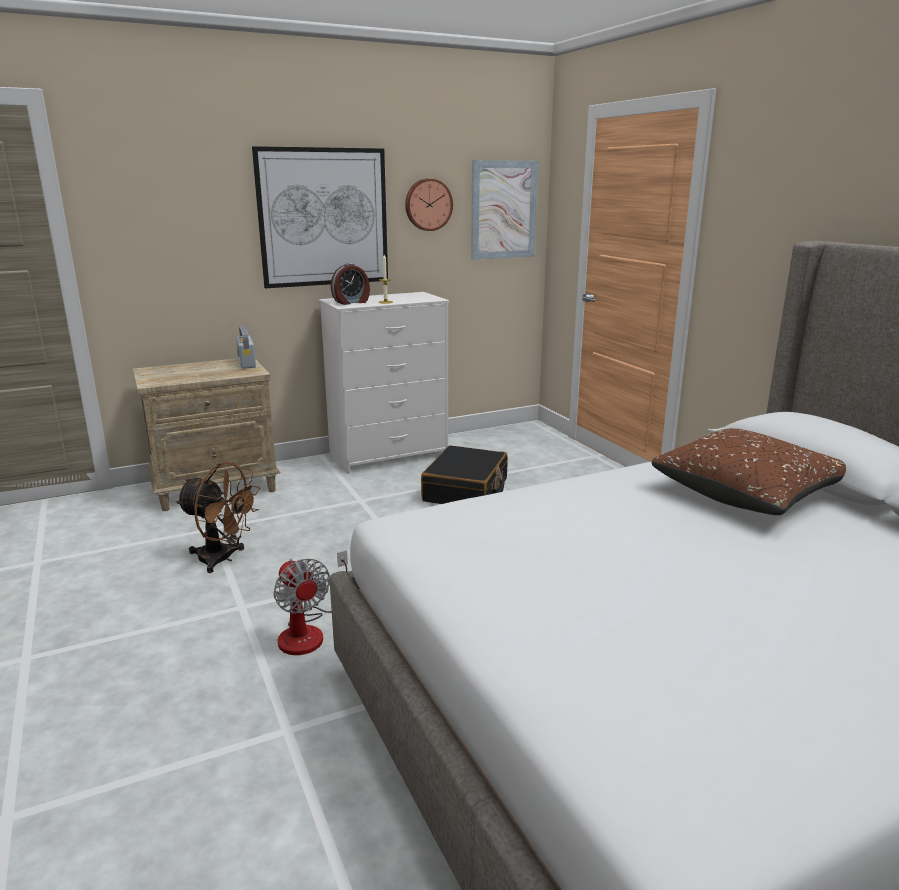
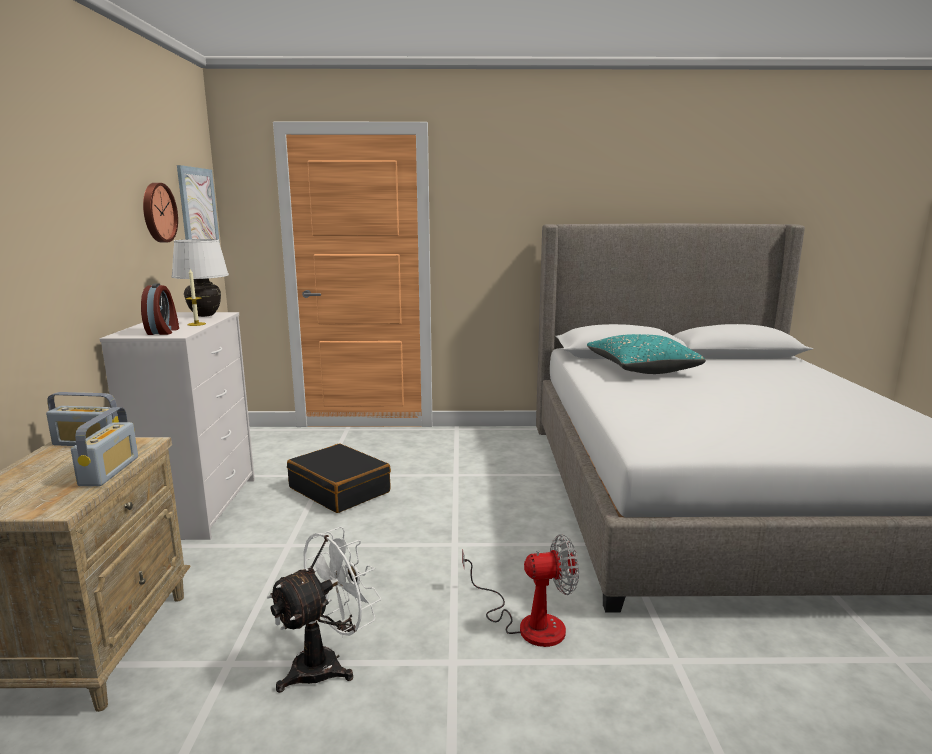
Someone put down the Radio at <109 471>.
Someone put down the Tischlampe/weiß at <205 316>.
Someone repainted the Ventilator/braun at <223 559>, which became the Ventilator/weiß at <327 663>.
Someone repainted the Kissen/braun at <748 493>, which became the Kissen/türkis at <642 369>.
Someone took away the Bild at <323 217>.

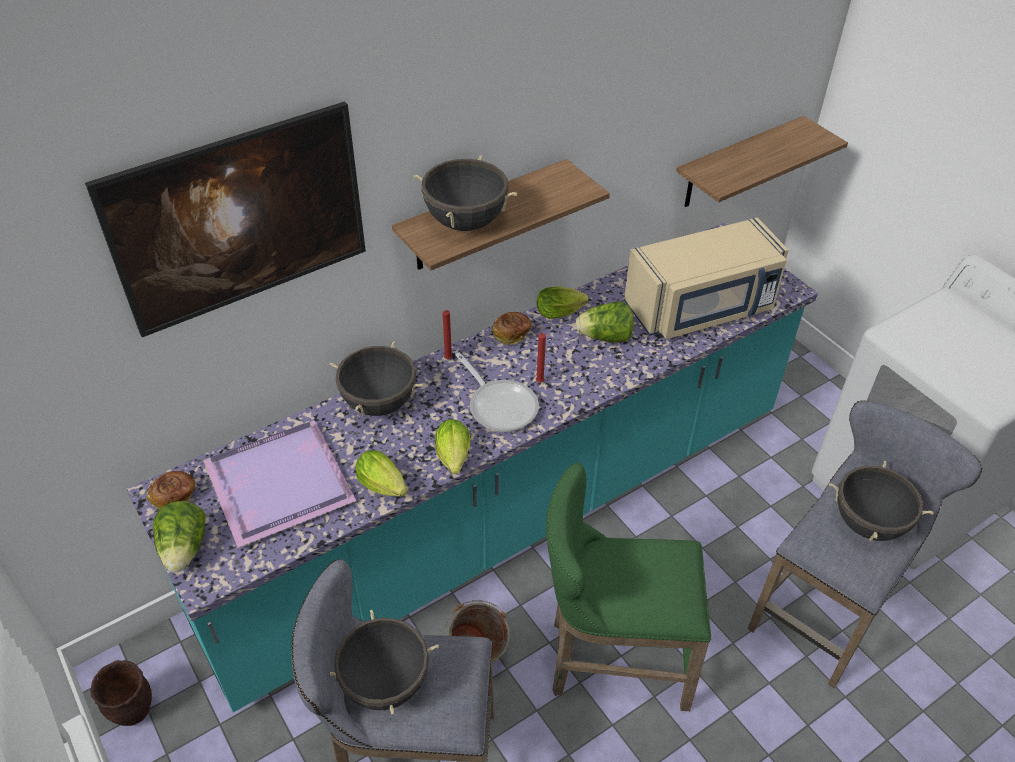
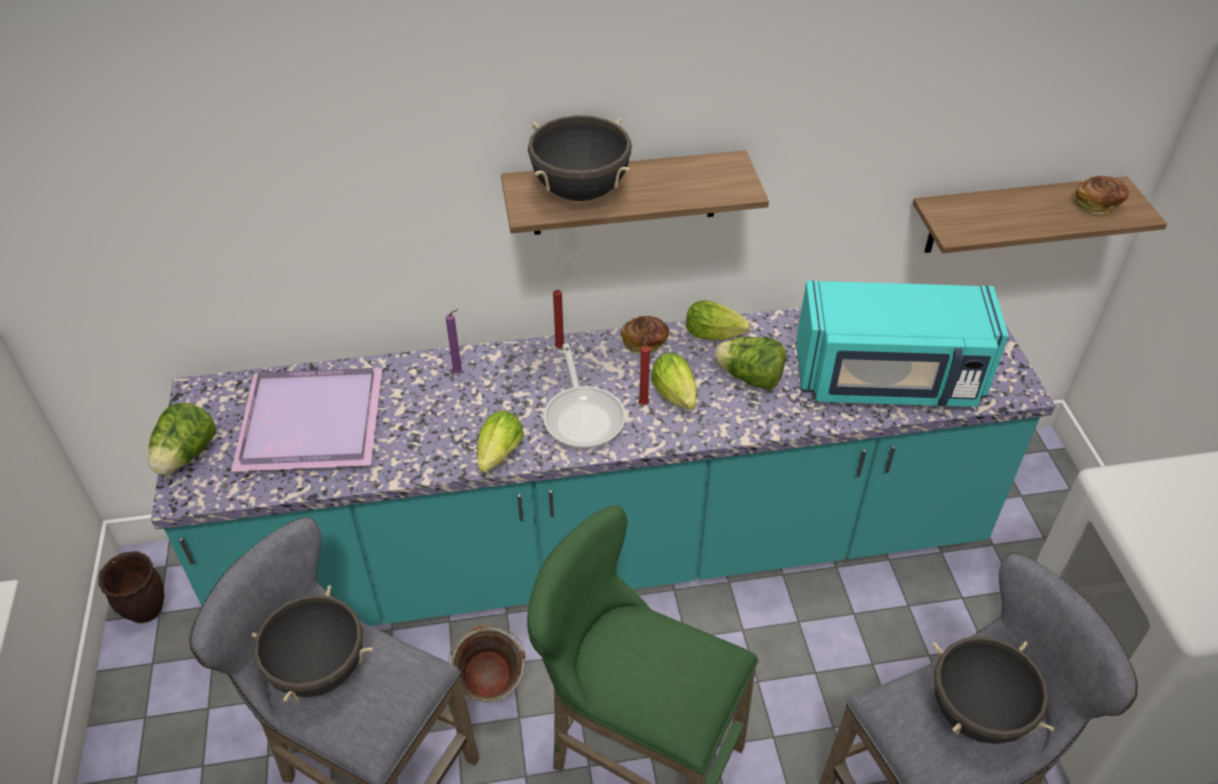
Someone swapped the Kochtopf/schwarz at <379 403> for the Kerze/lila at <459 372>.
Someone carried the Salatkopf from <384 487> to <676 397>.
Someone repainted the Mikrowelle/beige at <701 308>, which became the Mikrowelle/türkis at <889 380>.
Someone carried the Brot from <175 497> to <1097 204>.
Someone took away the Bild at <248 255>.

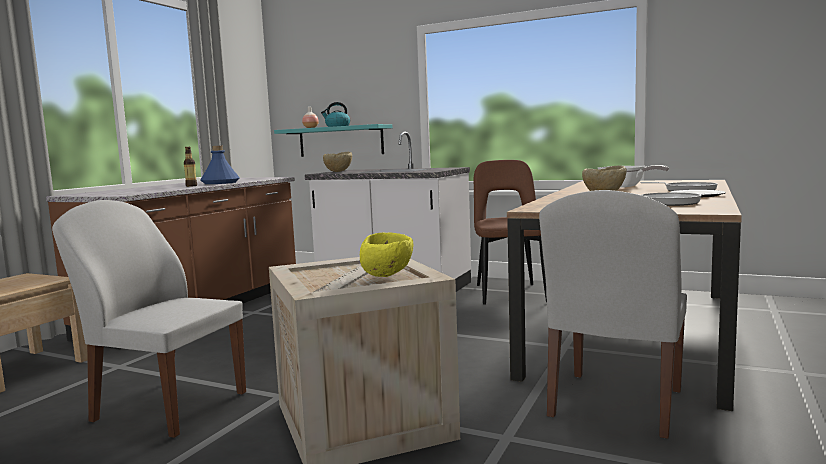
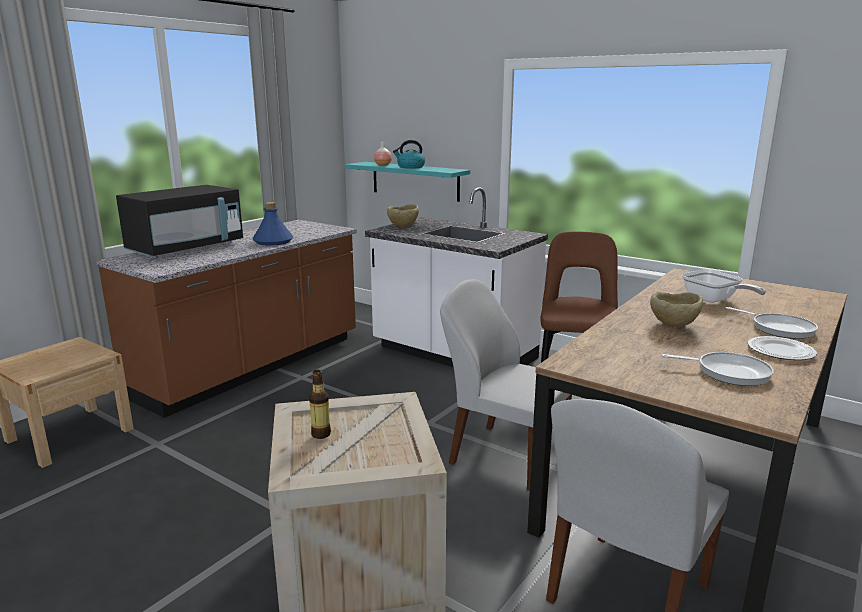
Someone put down the Mikrowelle/schwarz at <186 248>.
Someone carried the Flasche from <191 186> to <321 434>.
Someone carried the Stuhl/weiß from <167 406> to <505 455>.
Someone took away the Schüssel/gelb at <387 275>.

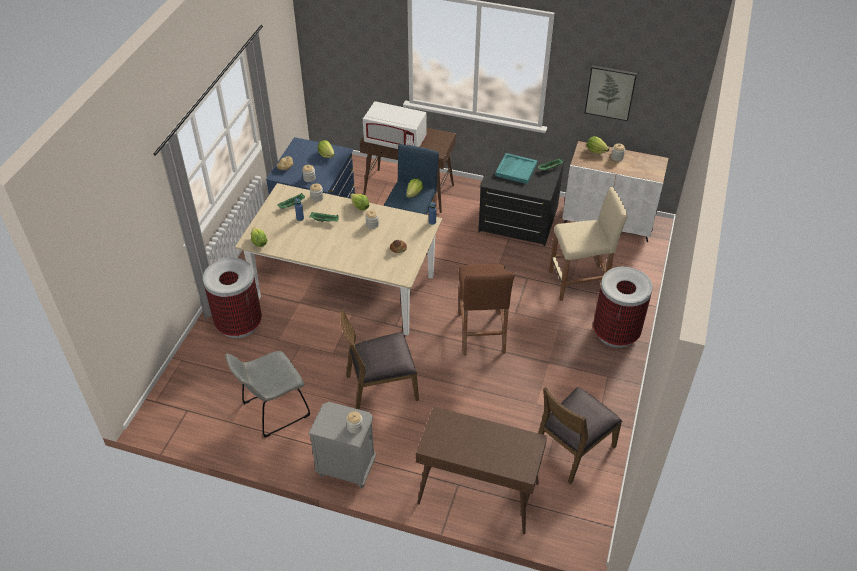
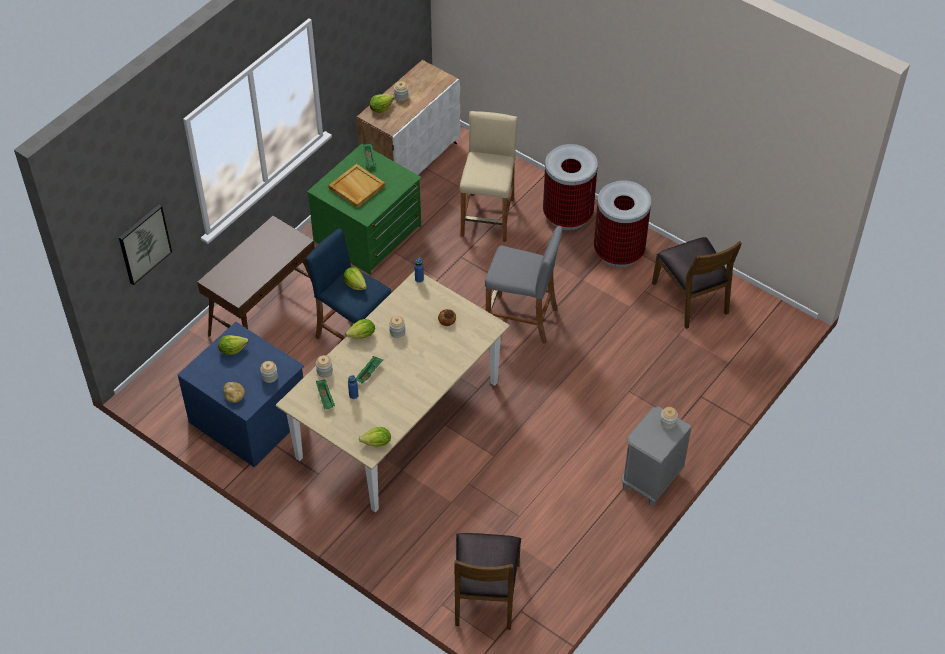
Someone carried the Bild from <610 92> to <144 243>.
Someone repainted the Kommode/schwarz at <518 220>, which became the Kommode/grün at <368 234>.
Someone repainted the Tablett/türkis at <516 169>, which became the Tablett/beige at <356 187>.
Someone carried the Stuhl/braun from <381 386> to <485 594>.
Someone repainted the Hocker/braun at <481 333>, which became the Hocker/grau at <521 319>.
Someone carried the Mülleimer from <239 324> to <619 252>.
Someone took away the Stuhl/grau at <273 411>.
Someone took away the Mikrowelle/weiß at <395 141>.
Someone took away the Konsolentisch/braun at <477 494>.

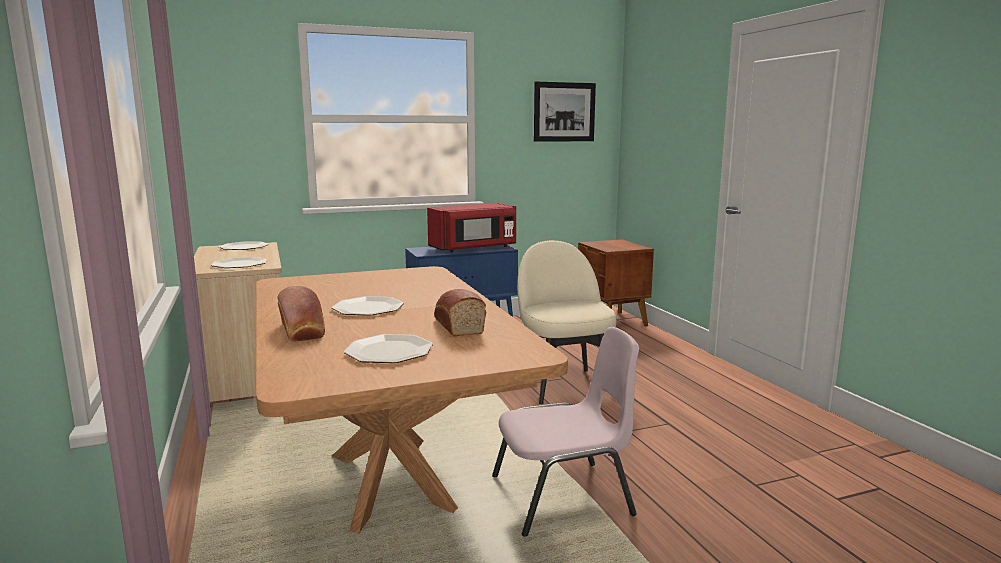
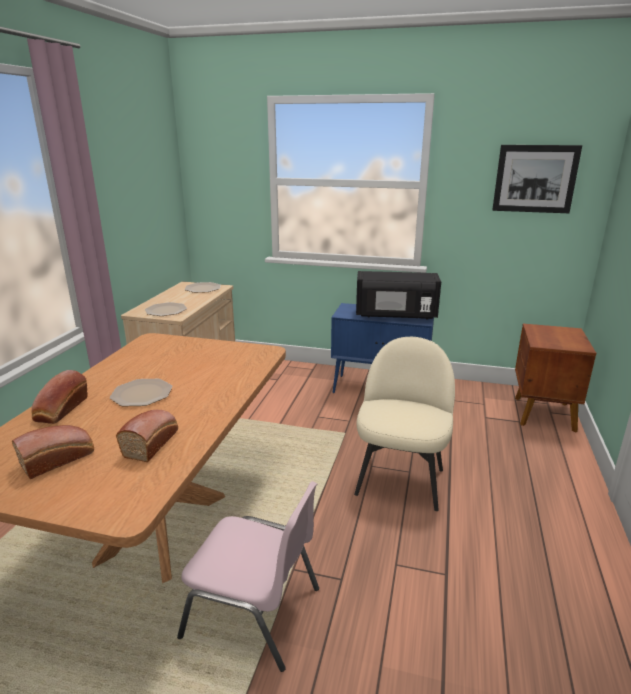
Someone swapped the Teller at <390 351> for the Brot at <59 459>.
Someone repainted the Mikrowelle/rot at <474 248>, which became the Mikrowelle/schwarz at <395 315>.

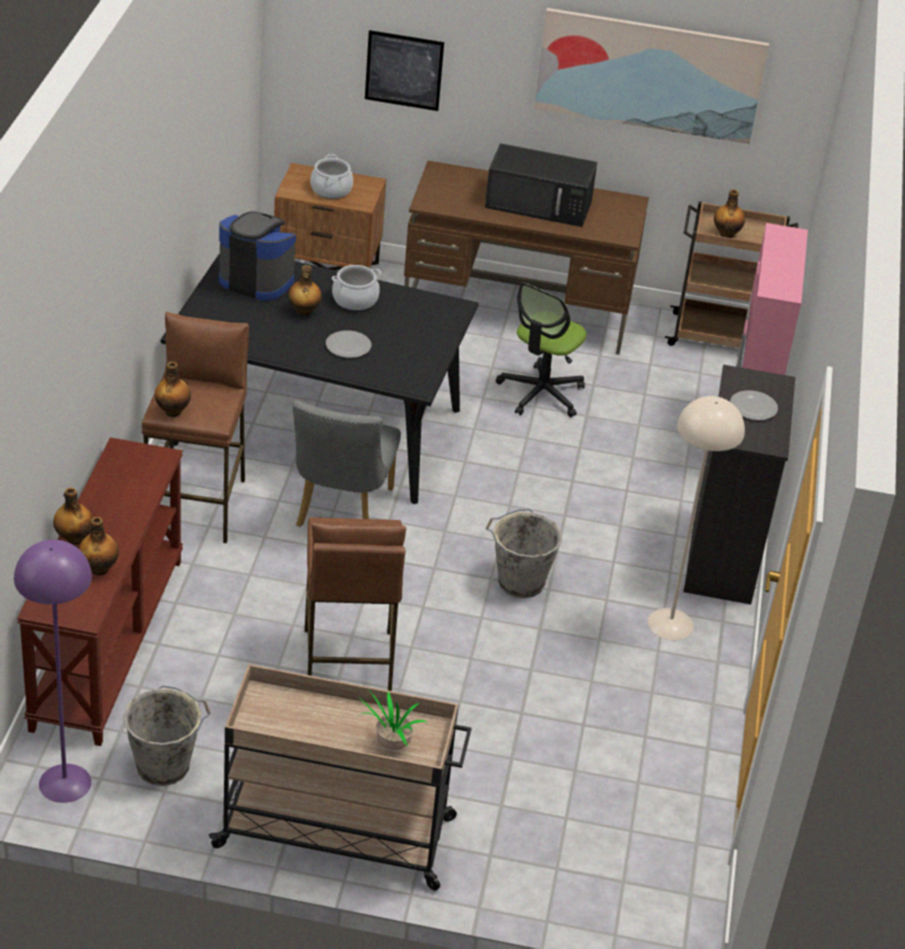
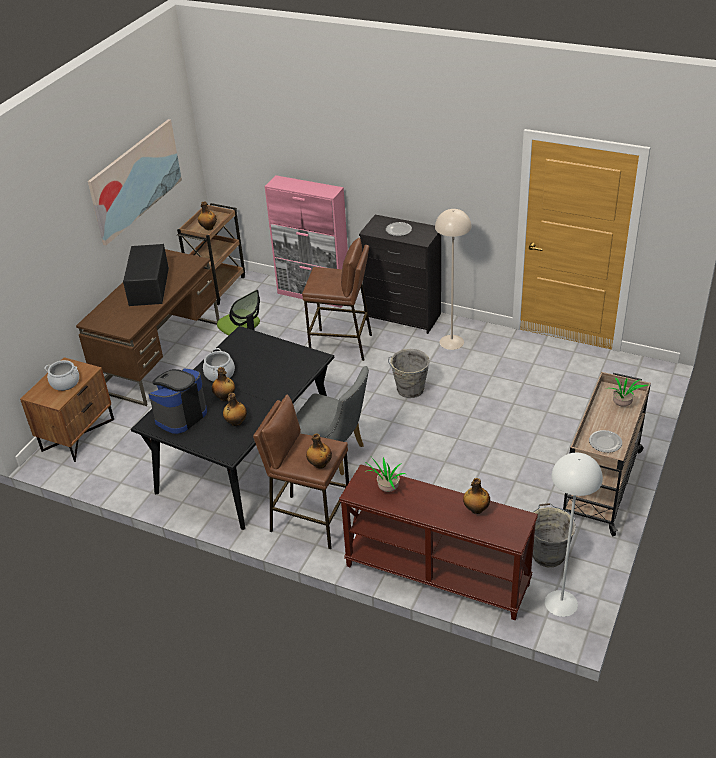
Someone rotated the Mikrowelle/schwarz at <540 204> by 150 degrees clockwise.
Someone carried the Flasche from <74 538> to <236 422>.
Someone carried the Hocker/braun from <347 668> to <341 345>.
Someone put down the Topfpflanze at <387 489>.
Someone repainted the Stehlampe/lila at <65 783>, which became the Stehlampe/weiß at <561 603>.
Someone carried the Teller from <348 346> to <604 442>.
Someone took away the Bild at <404 70>.

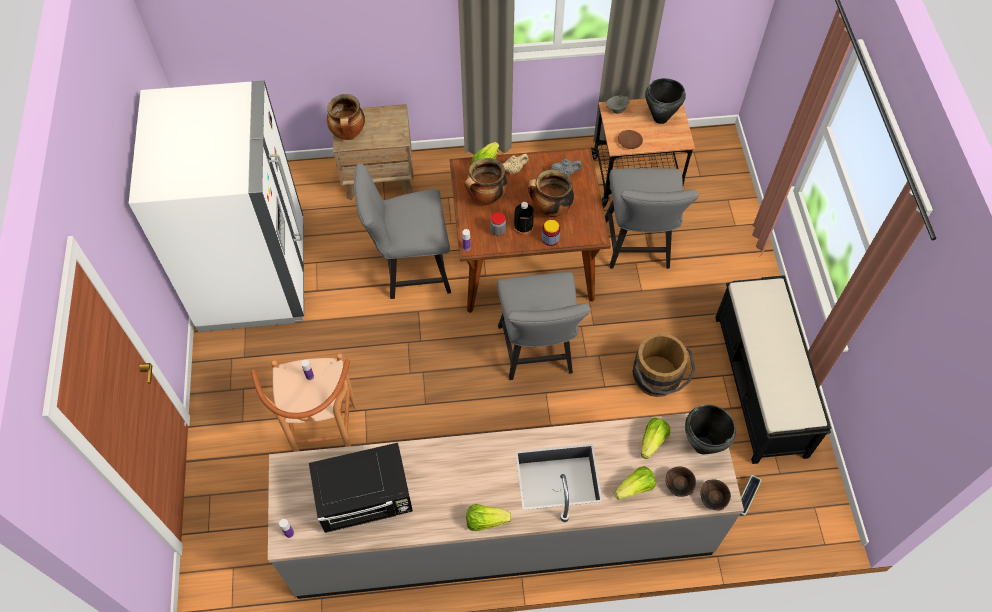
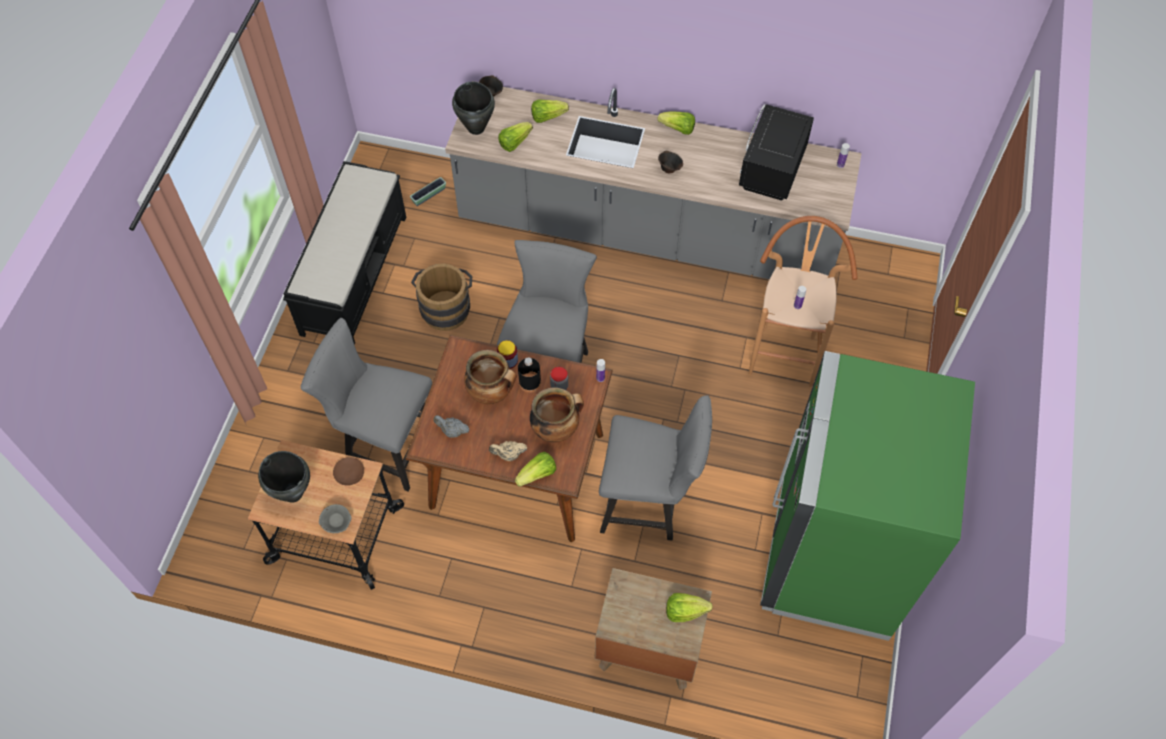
Someone rotated the Stuhl/grau at <638 249> by 90 degrees counterclockwise.
Someone carried the Schüssel/braun from <679 486> to <669 168>.
Someone swapped the Kochtopf at <349 134> for the Salatkopf at <685 611>.
Someone rotated the Mikrowelle/schwarz at <366 499> by 75 degrees counterclockwise.
Someone repainted the Kühlschrank/weiß at <253 275>, which became the Kühlschrank/grün at <832 557>.

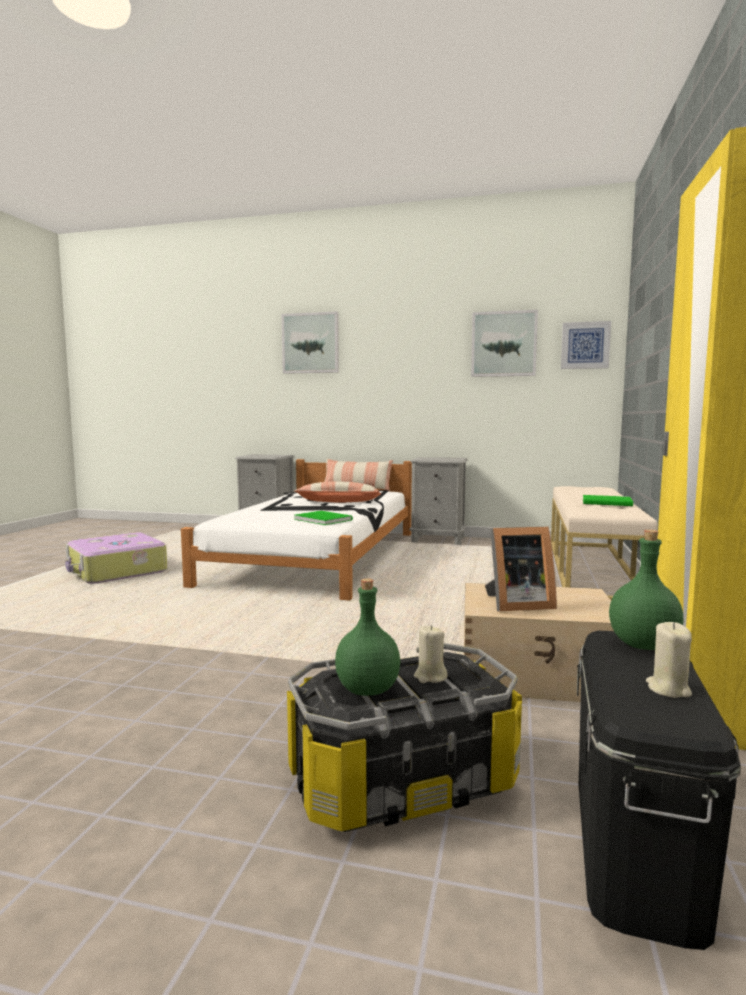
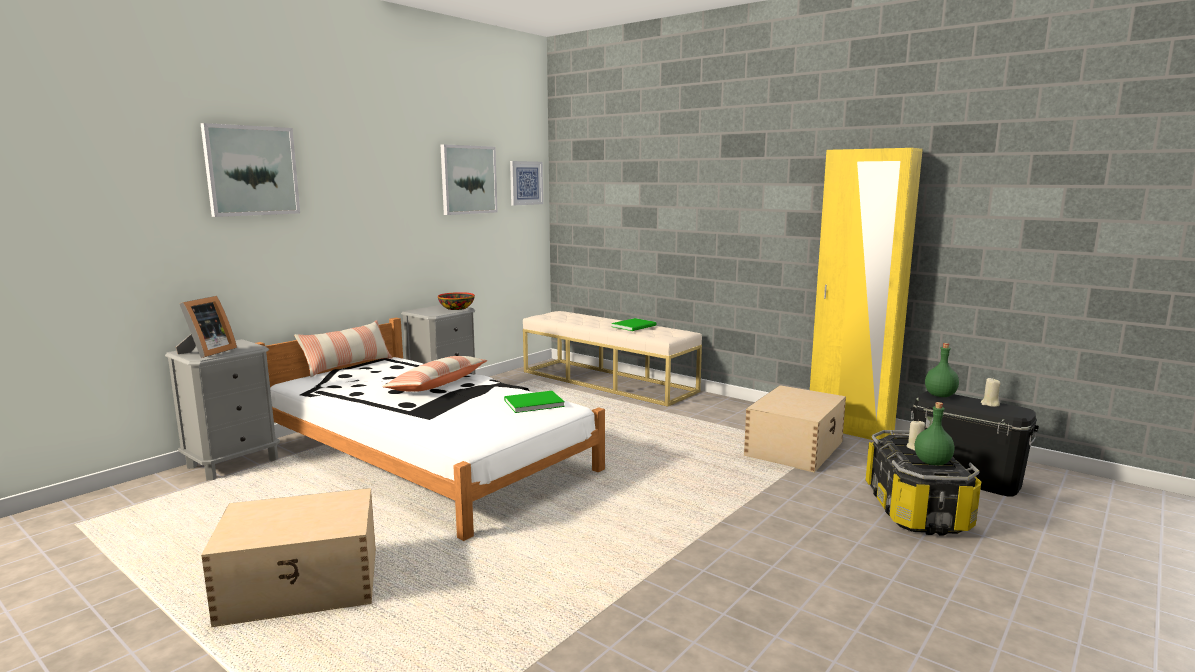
Someone carried the Bilderrahmen from <516 604> to <206 353>.
Someone swapped the Koffer at <116 571> for the Aufbewahrungsbox/beige at <303 585>.
Someone put down the Schüssel at <456 308>.

